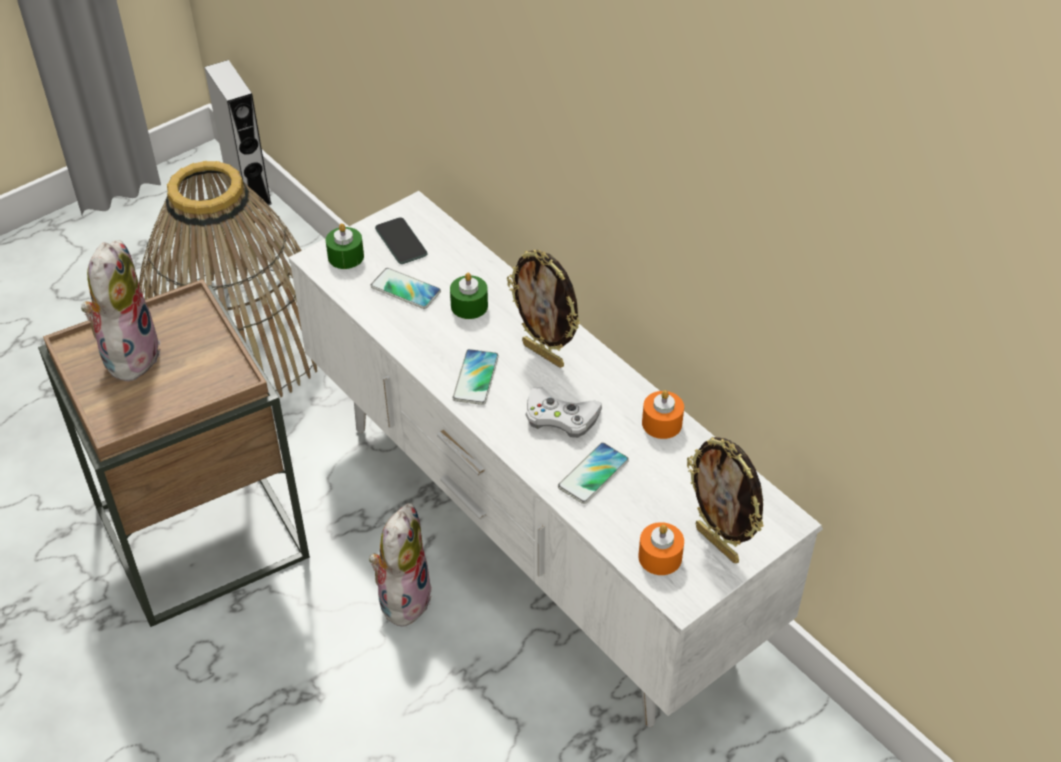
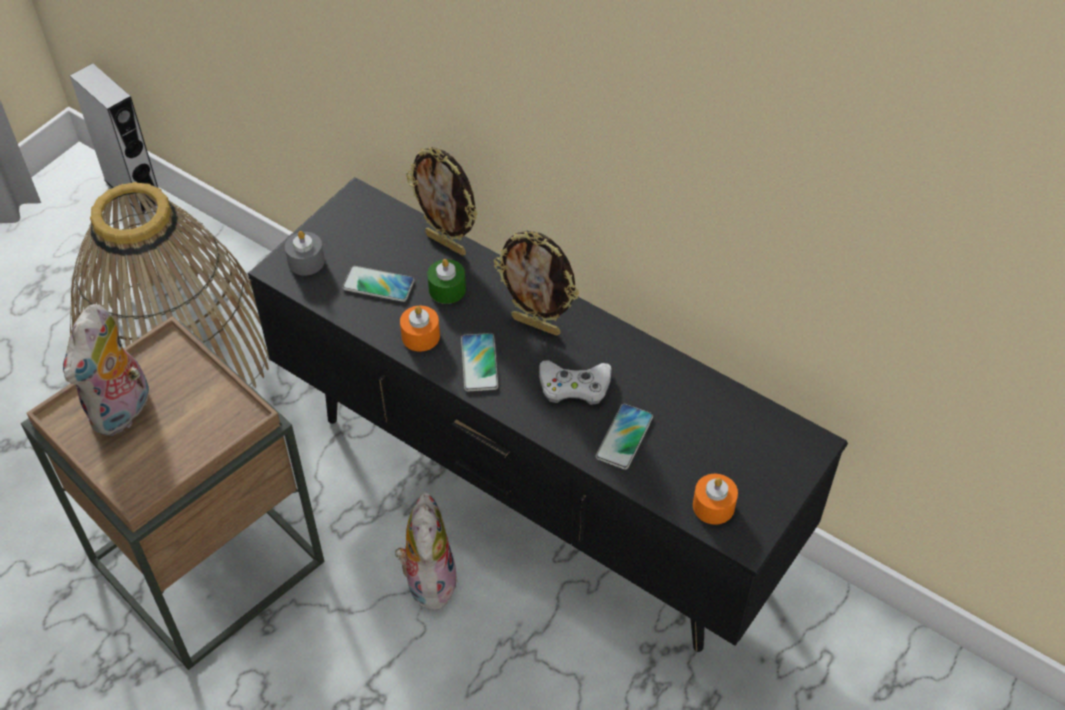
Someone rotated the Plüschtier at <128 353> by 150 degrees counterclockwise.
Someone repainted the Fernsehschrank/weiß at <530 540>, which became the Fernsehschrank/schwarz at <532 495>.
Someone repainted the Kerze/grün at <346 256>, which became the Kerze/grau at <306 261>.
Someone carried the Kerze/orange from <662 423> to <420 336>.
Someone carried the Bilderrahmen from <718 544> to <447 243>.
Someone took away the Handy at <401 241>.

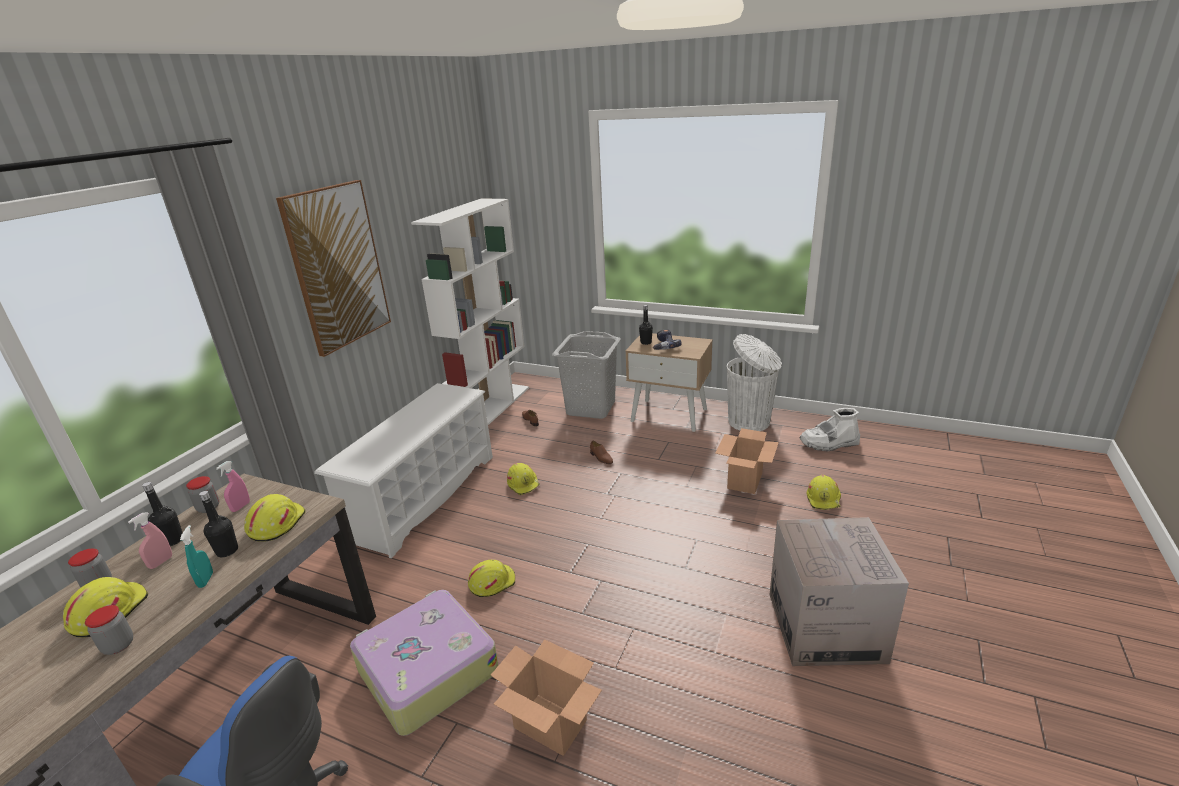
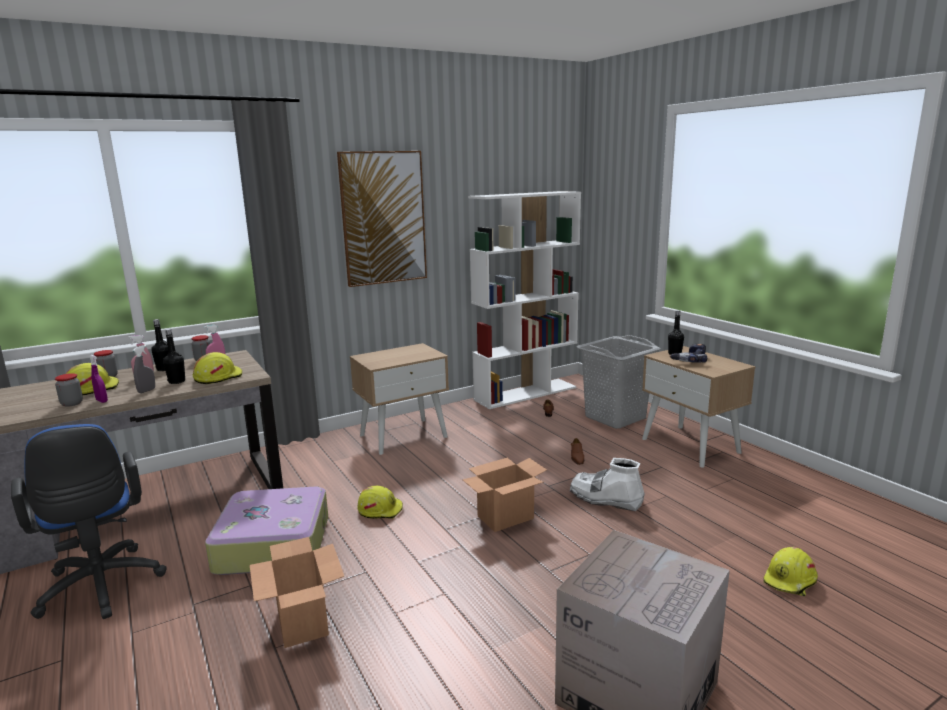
Someone put down the Sprühflasche/lila at <102 401>.
Someone repainted the Sprühflasche/türkis at <206 580>, which became the Sprühflasche/grau at <147 391>.
Someone swapped the Schuhregal/weiß at <423 496> for the Nachttisch/beige at <403 436>.
Someone carried the Karton from <745 481> to <505 518>.
Someone carried the Stiefel/weiß from <829 443> to <605 499>.
Someone took away the Schutzhelm/gelb at <523 484>.
Someone took away the Mülleimer/weiß at <750 422>.

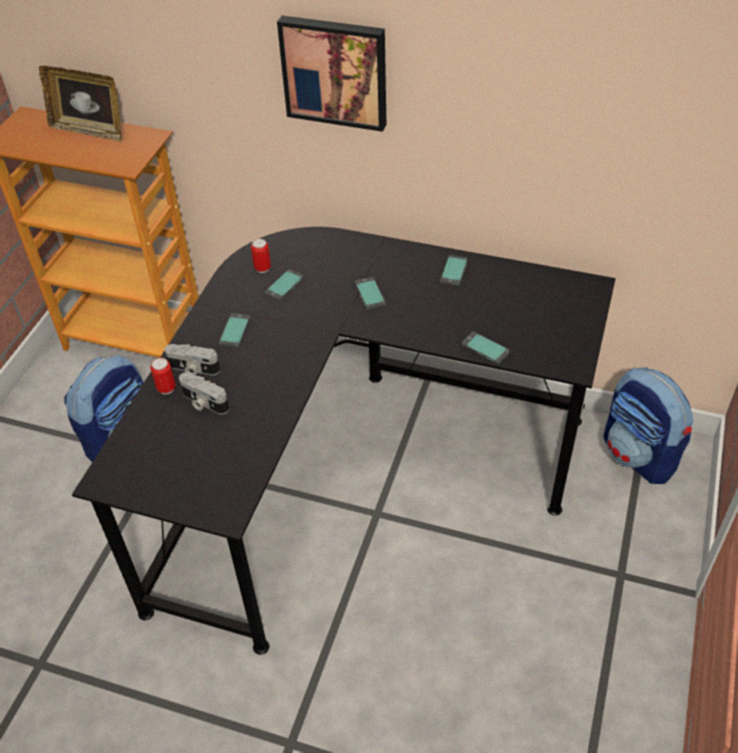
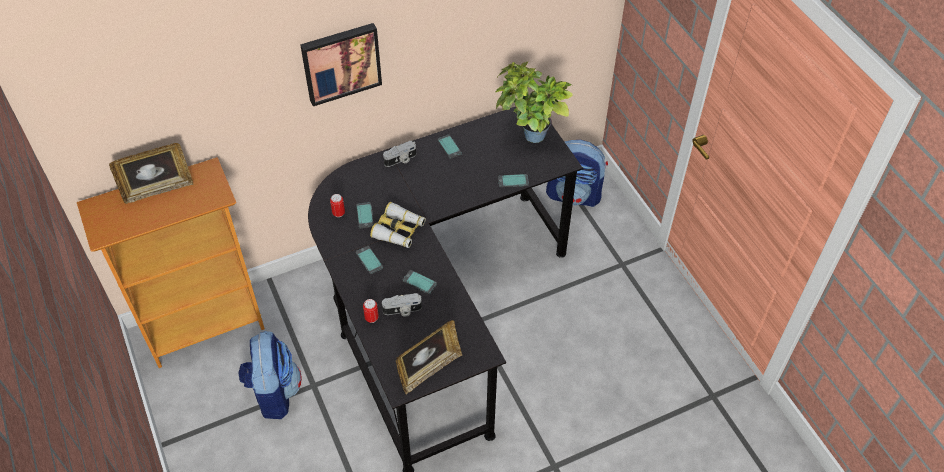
Someone put down the Fernglas at <399 230>.
Someone carried the Kamera from <193 369> to <401 160>.
Someone put down the Bilderrahmen at <429 370>.
Someone carried the Handy from <369 294> to <419 282>.
Someone put down the Topfpflanze at <528 138>.

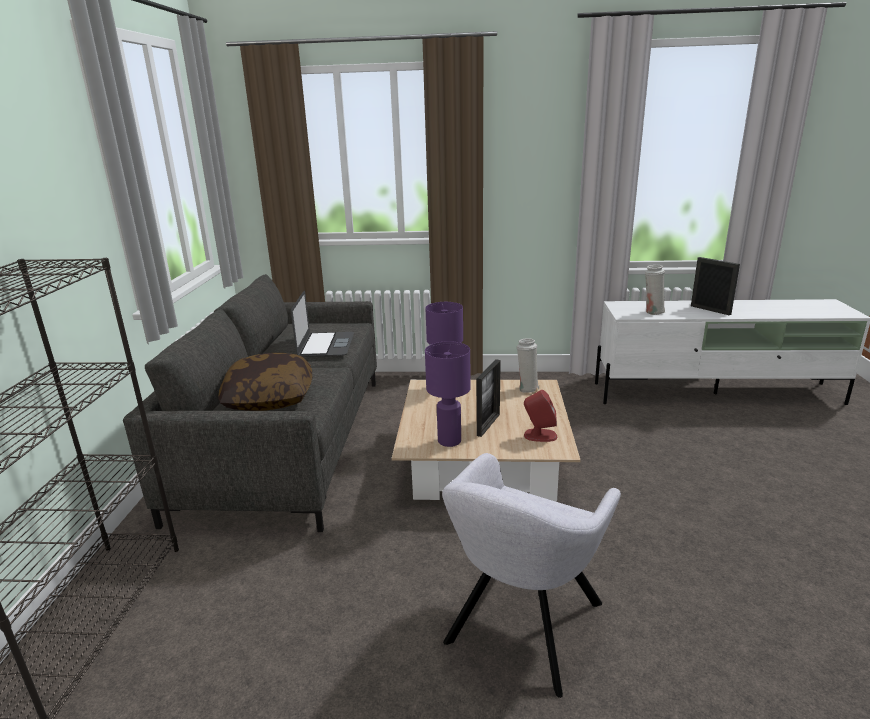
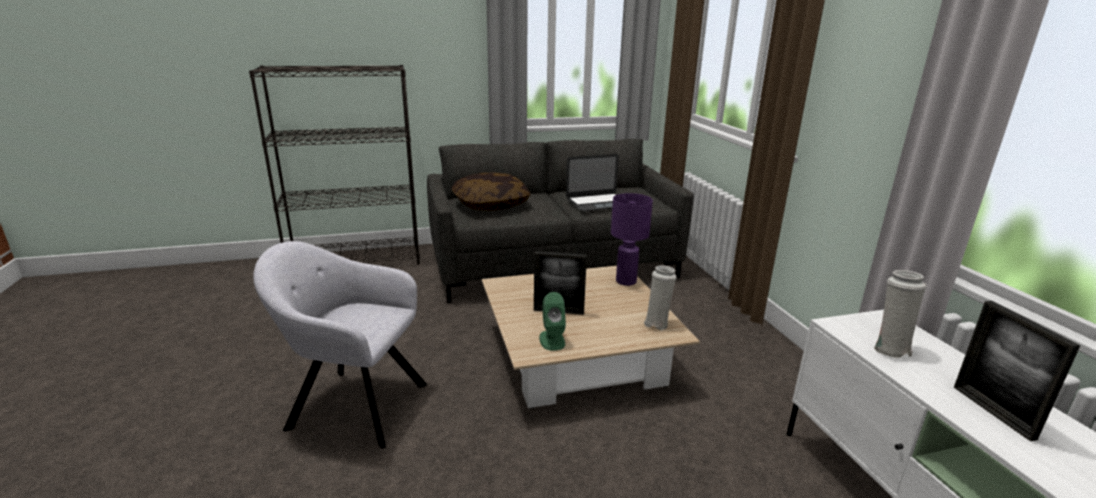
Someone repainted the Lautsprecher/rot at <539 435>, which became the Lautsprecher/grün at <552 340>.
Someone rotated the Bilderrahmen at <710 310> by 135 degrees clockwise.
Someone took away the Tischlampe/lila at <449 441>.

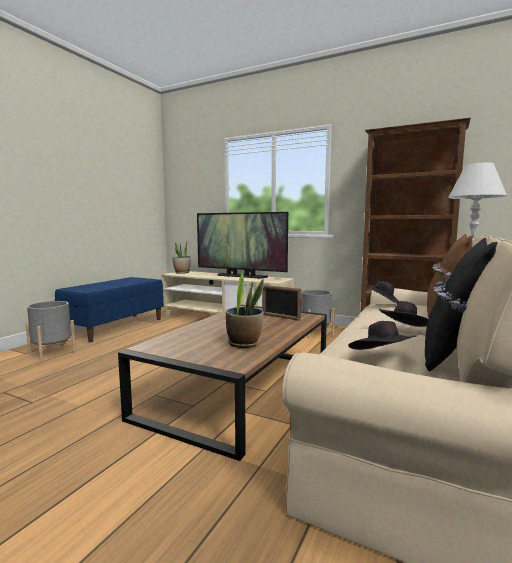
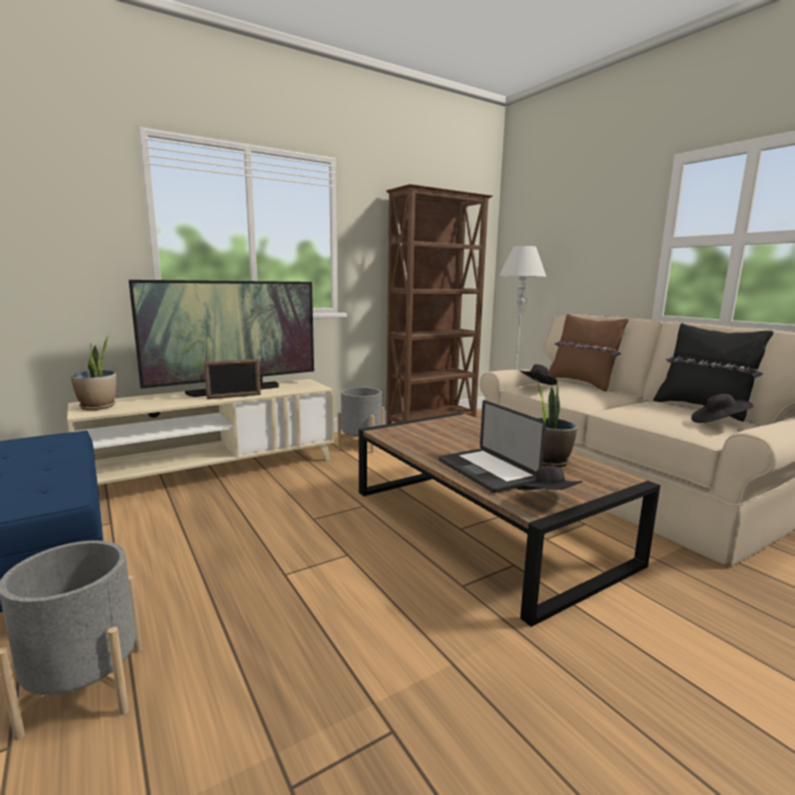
Someone carried the Bilderrahmen from <280 317> to <234 396>.
Someone put down the Laptop at <486 471>.
Someone carried the Hut/schwarz from <403 330> to <548 501>.

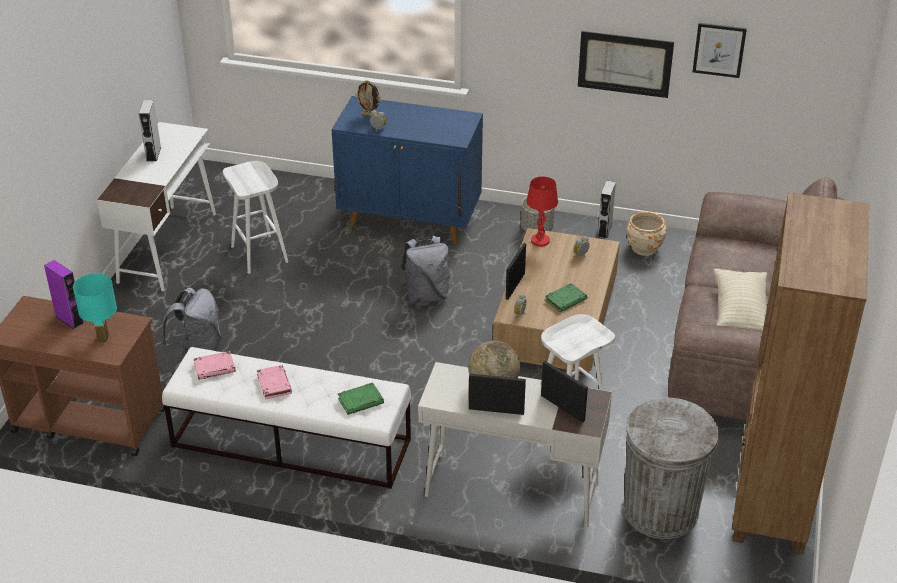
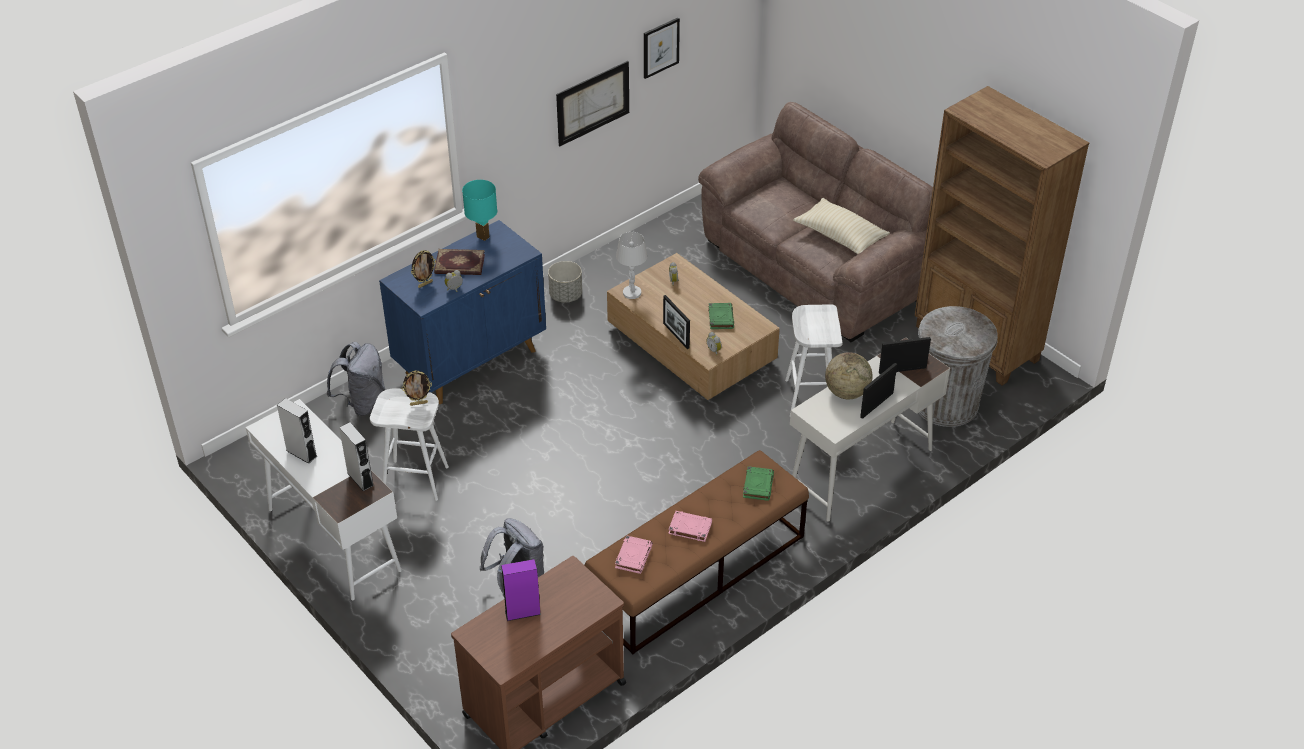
Someone carried the Rucksack/grau from <426 295> to <362 402>.
Someone carried the Lautsprecher/grau from <604 230> to <360 479>.
Someone put down the Bilderrahmen at <419 403>.
Someone put down the Buch at <459 265>.
Someone carried the Tischlampe/türkis from <103 338> to <483 237>.
Someone repainted the Bank/weiß at <290 443>, which became the Bank/braun at <697 573>.
Someone repainted the Tischlampe/rot at <540 240>, which became the Tischlampe/weiß at <631 293>.
Someone took away the Pflanzkübel/beige at <644 248>.

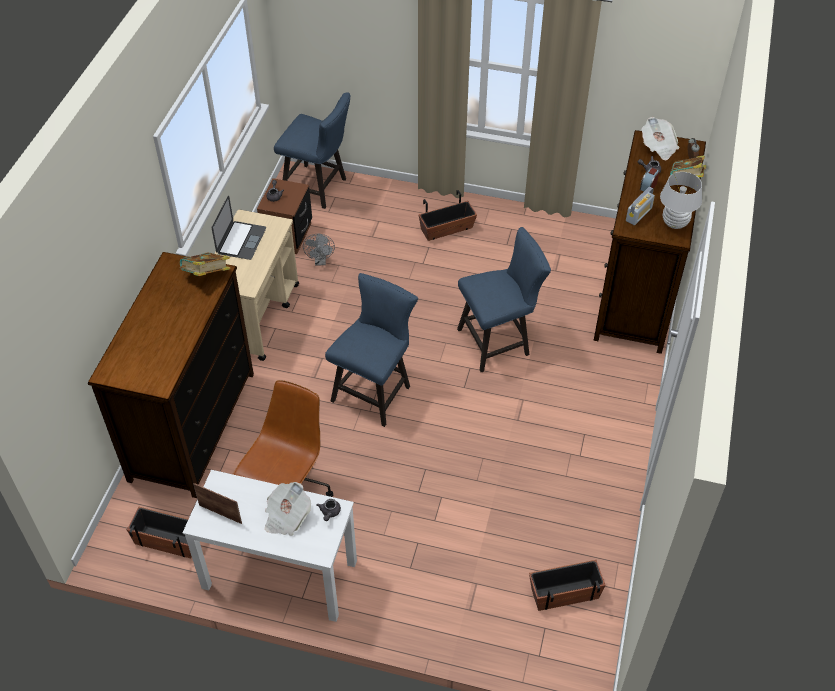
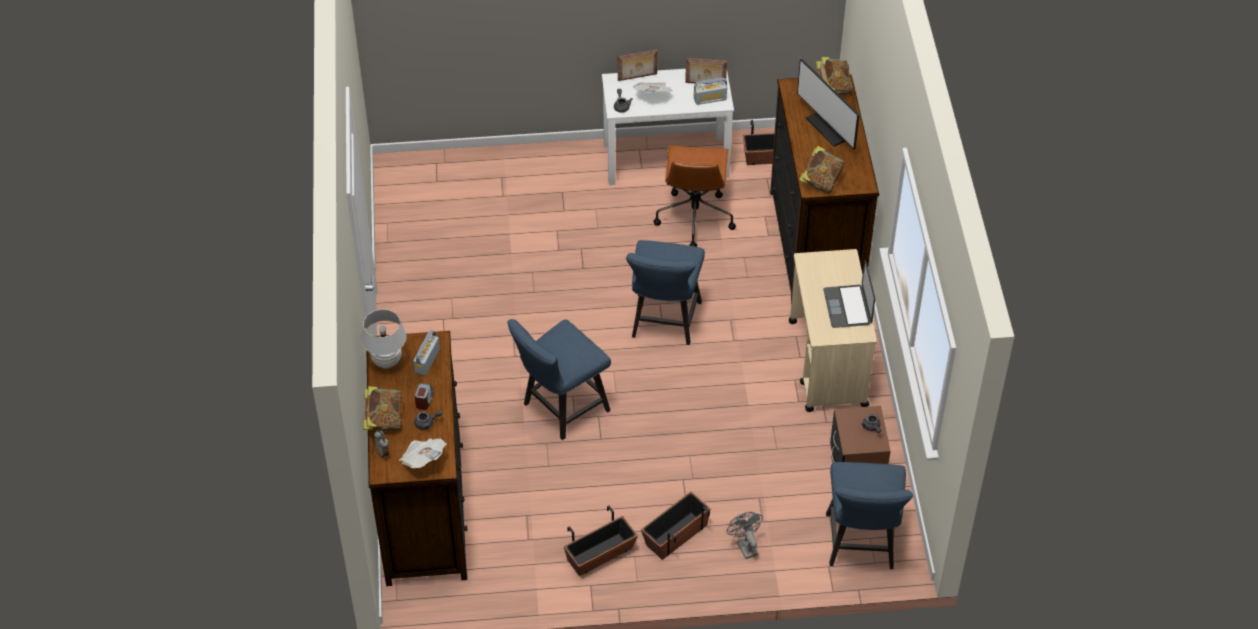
Someone carried the Pflanzkübel from <564 593> to <600 555>.
Someone put down the Bilderrahmen at <637 77>.
Someone put down the Radio at <710 99>.
Someone carried the Ventilator/grau from <320 261> to <744 545>.
Someone put down the Monitor at <828 128>.
Someone put down the Buch at <833 87>.
Someone rotated the Stuhl/blau at <318 189> by 90 degrees counterclockwise.

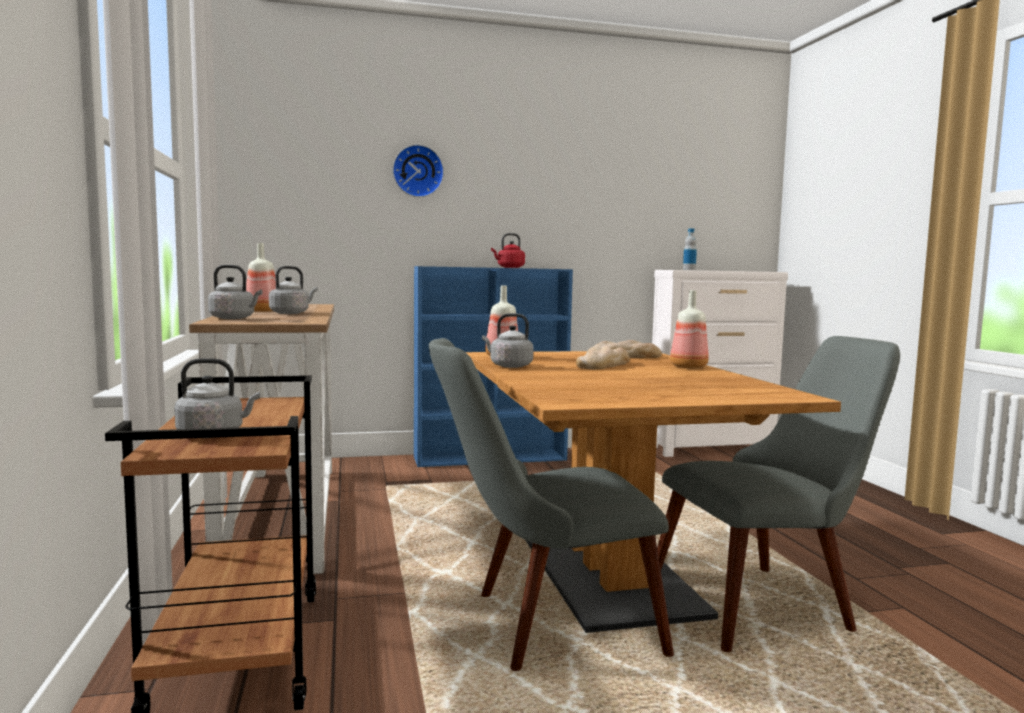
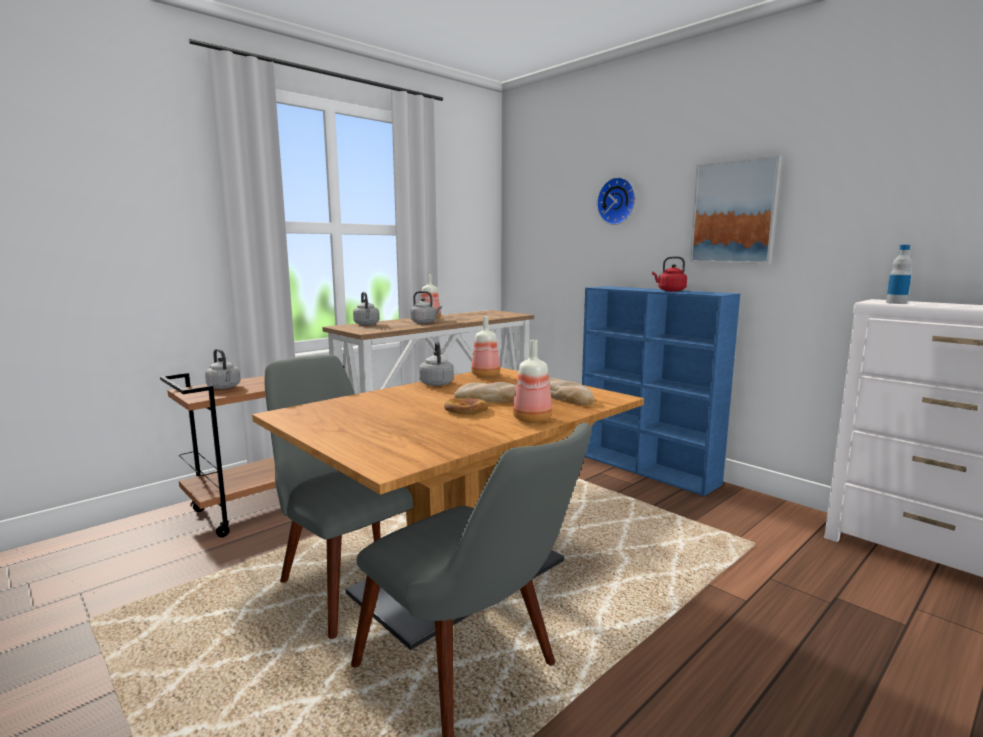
Someone put down the Brot at <466 410>.
Someone put up the Bild at <734 212>.

